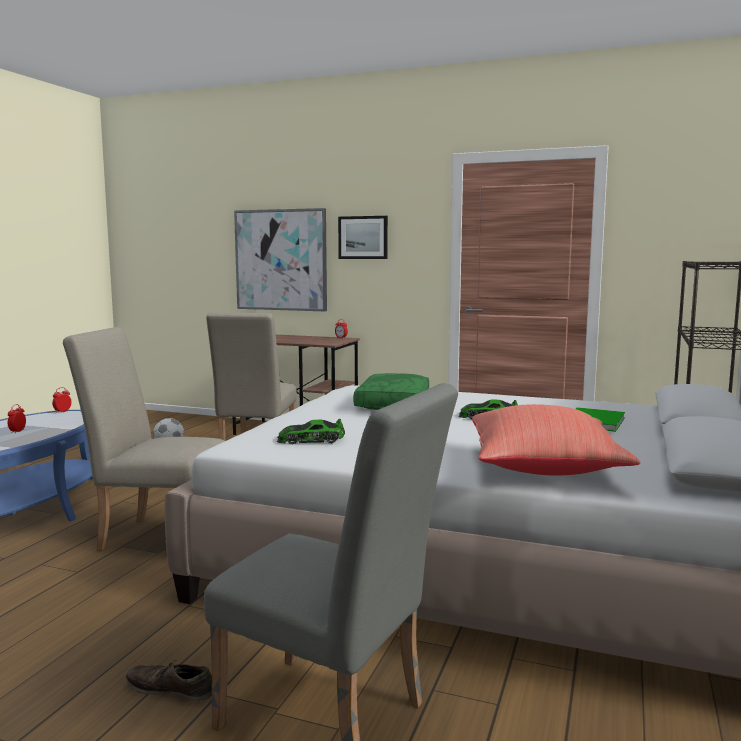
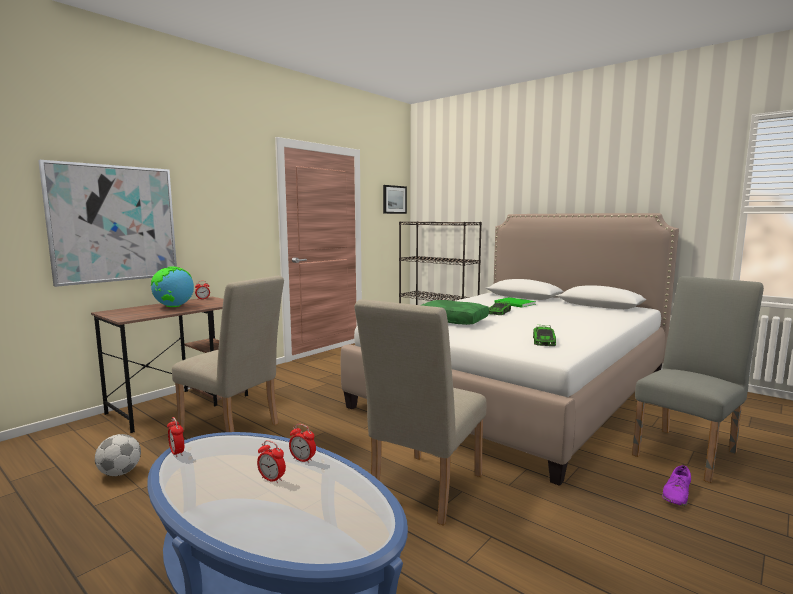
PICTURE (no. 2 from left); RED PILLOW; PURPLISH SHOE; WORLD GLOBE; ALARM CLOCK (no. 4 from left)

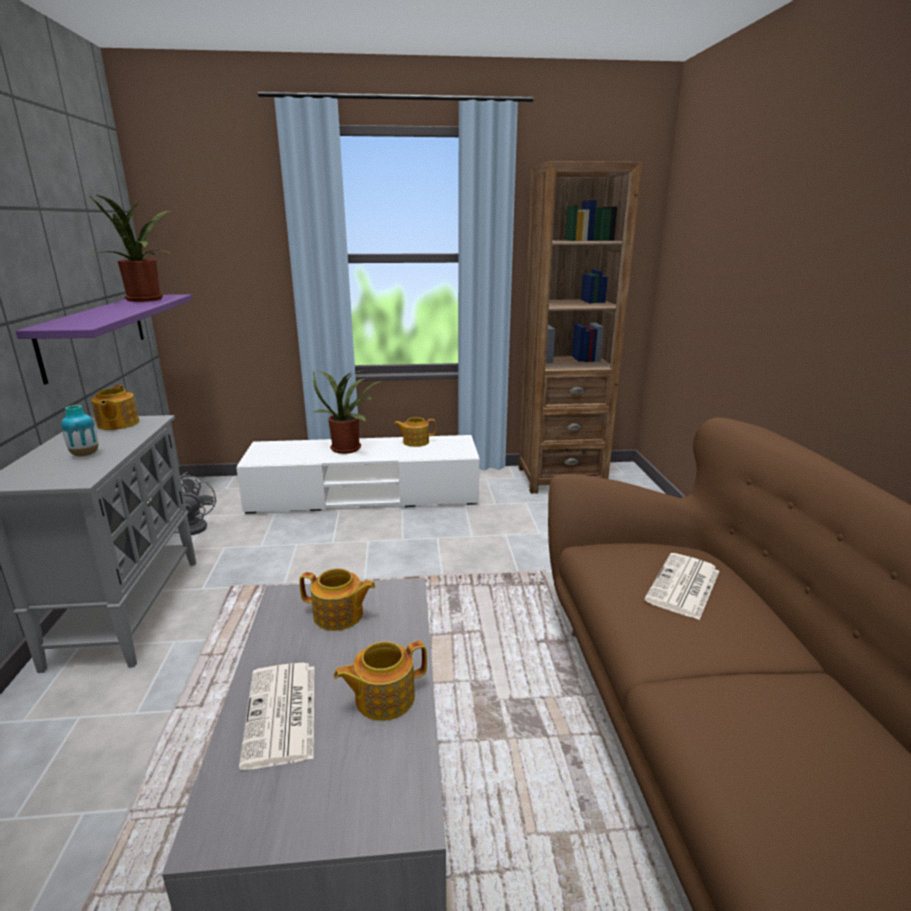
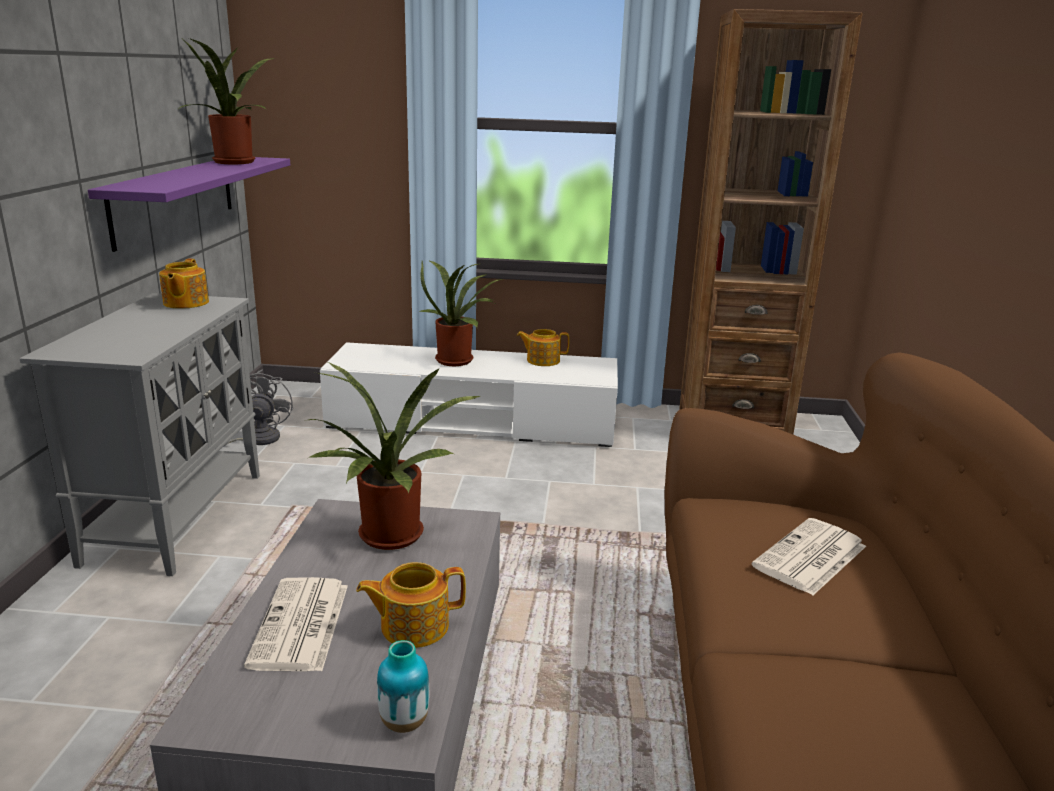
VASE; HOUSEPLANT (no. 2 from left)

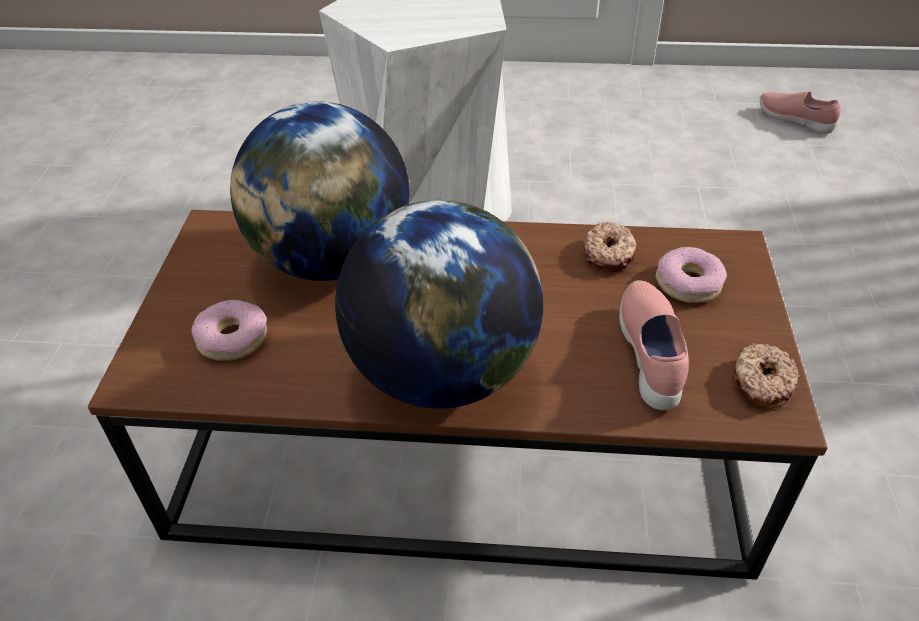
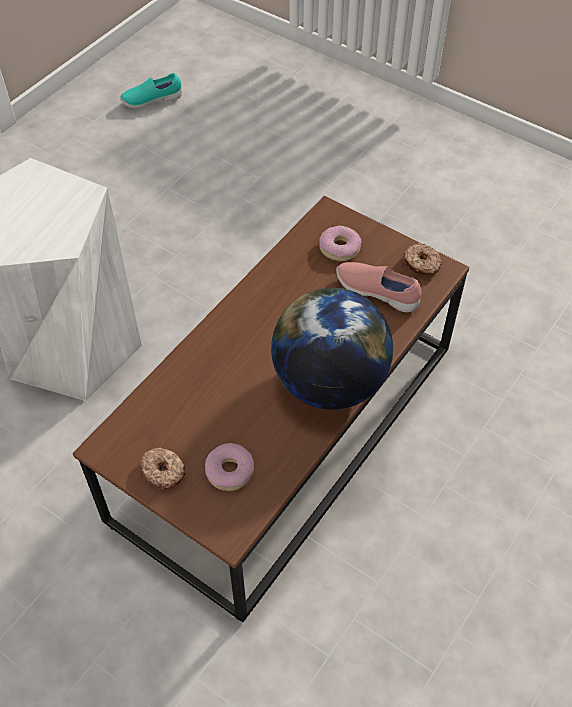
TURQUOISE SHOE; WORLD GLOBE (no. 1 from left in the first image); DOUGHNUT (no. 1 from left)

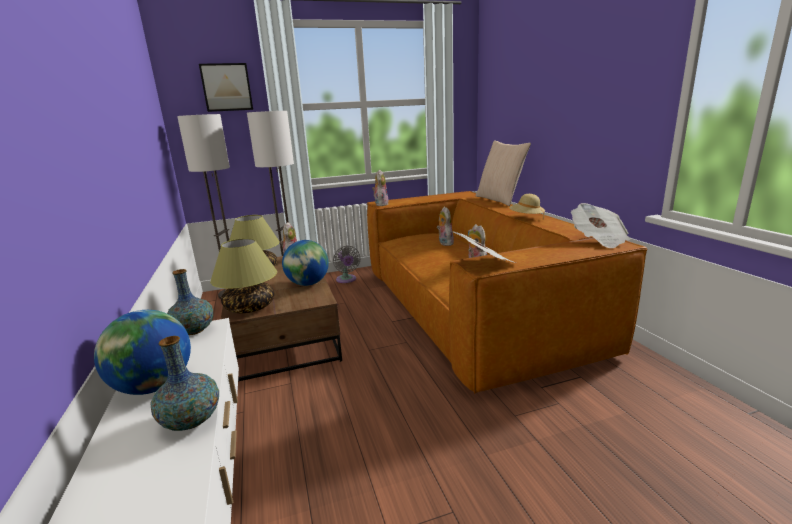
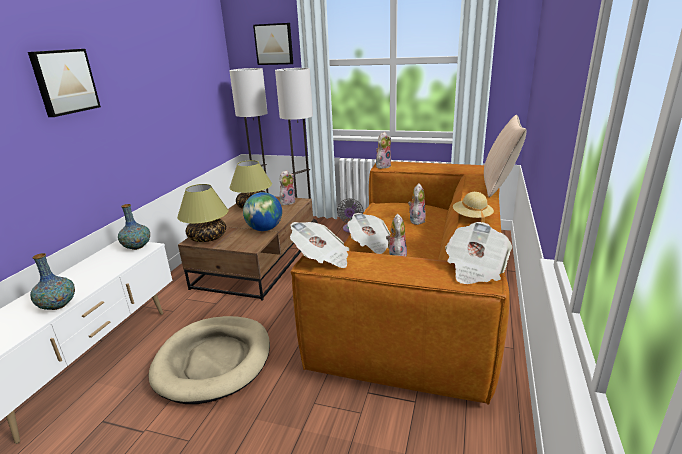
WORLD GLOBE (no. 1 from left in the first image); PICTURE (no. 1 from left); DAILY PAPER (no. 2 from left); SAND-COLOURED DOG CUSHION

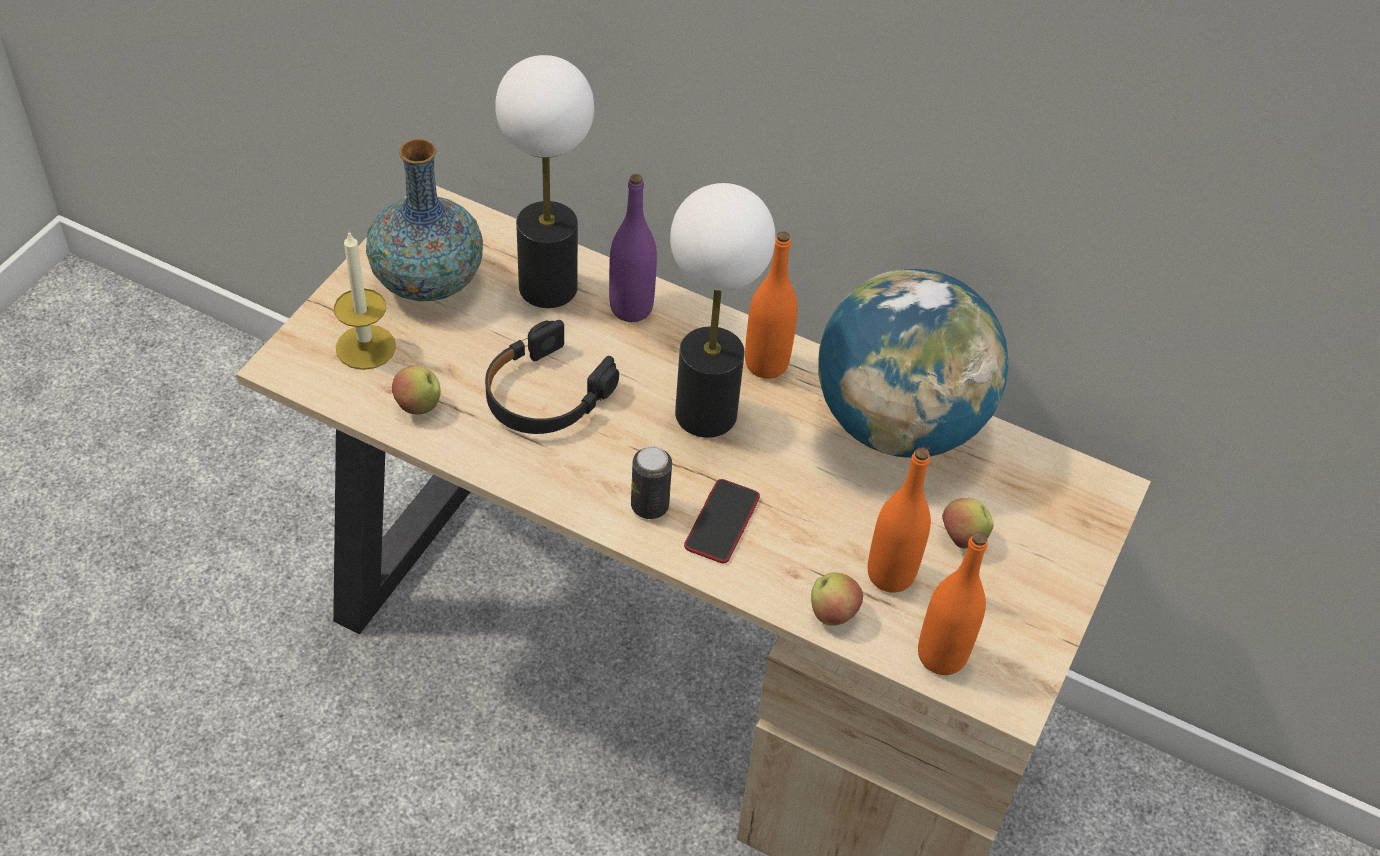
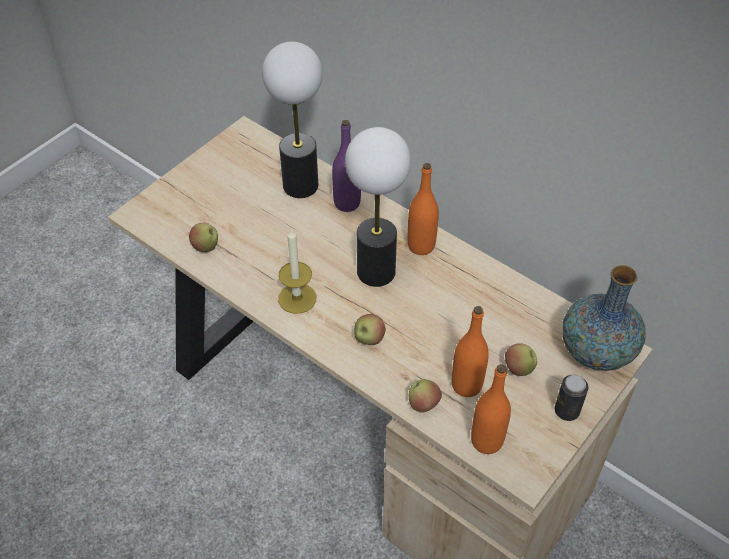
VASE; WAX CANDLE; WORLD GLOBE; BLACKISH PAIR OF HEADPHONES; CAN; WHOLE APPLE (no. 2 from left)

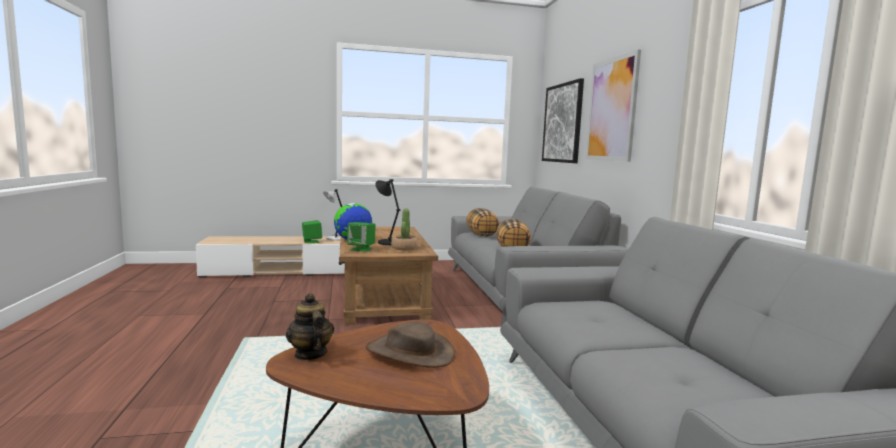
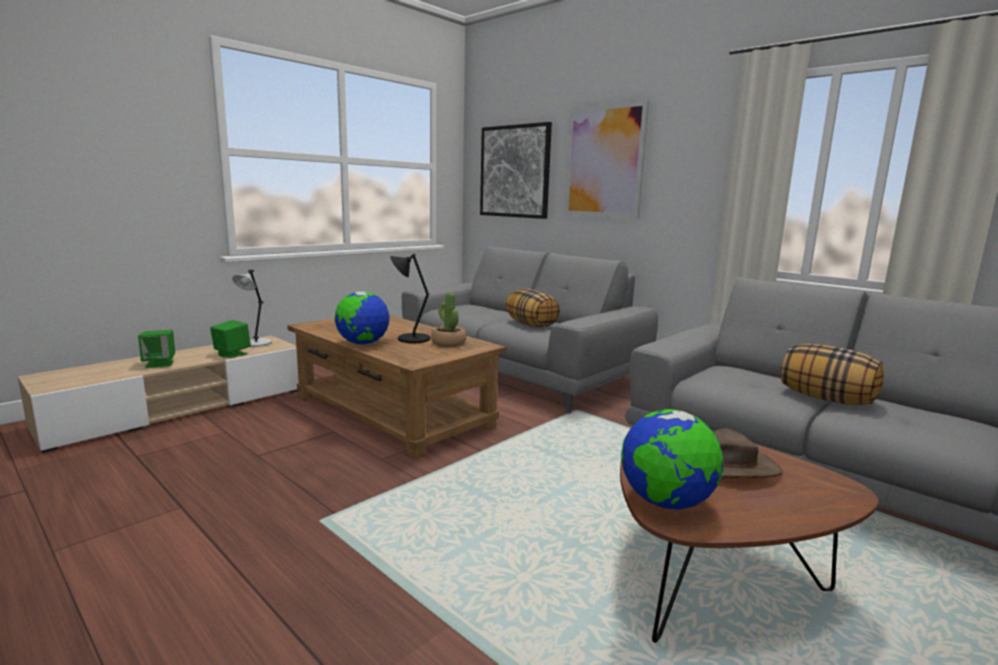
PILLOW (no. 2 from left); GREENISH SPEAKER (no. 1 from left); WORLD GLOBE (no. 2 from left)

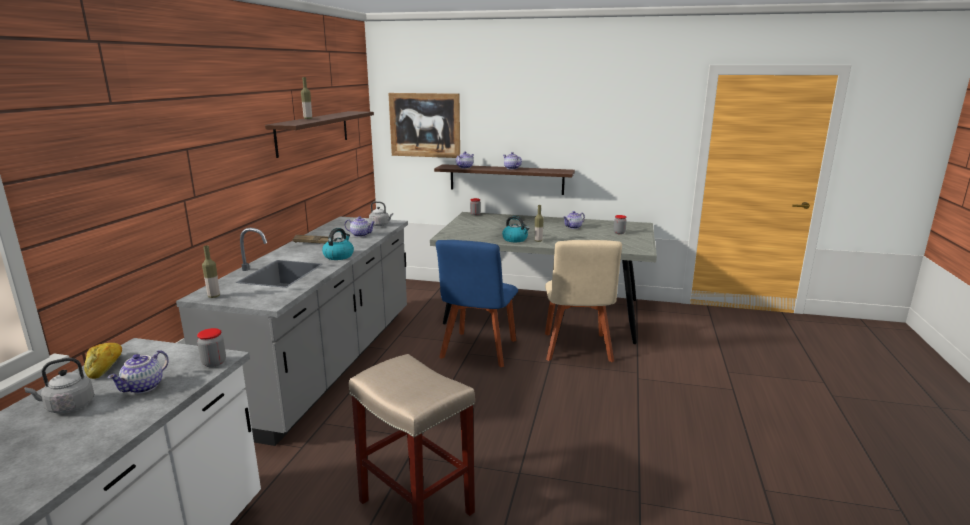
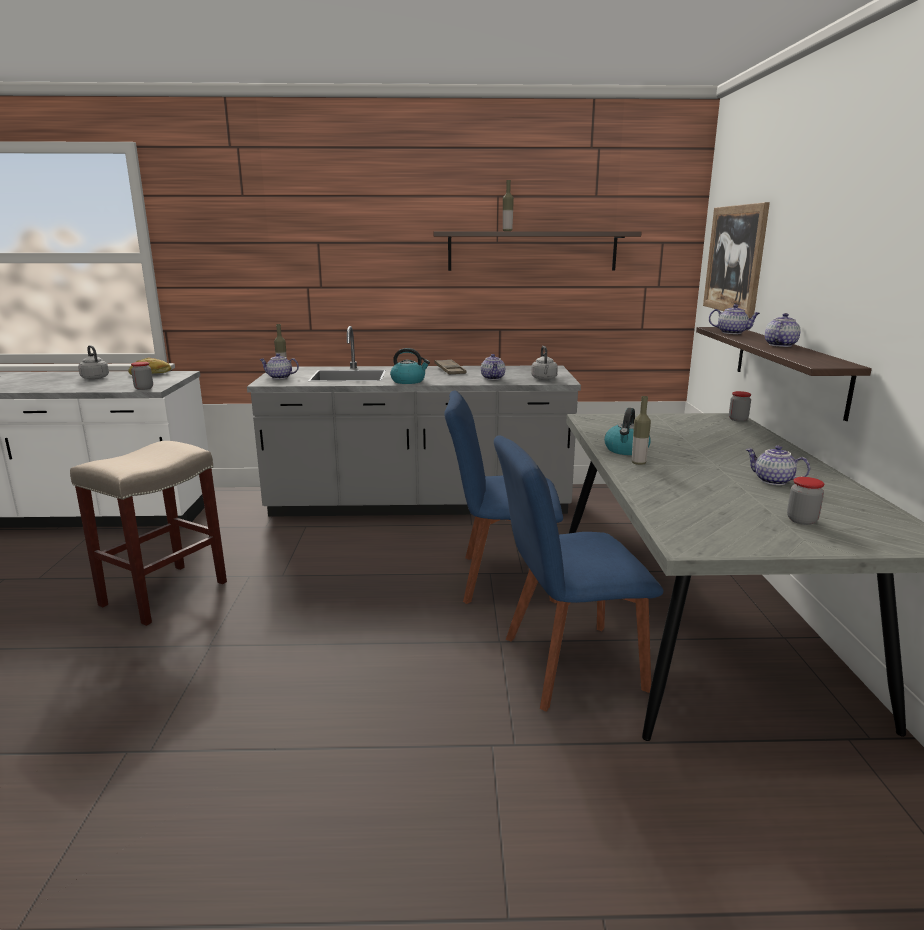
BLUISH UPRIGHT CHAIR (no. 2 from left); TEAPOT (no. 1 from left)

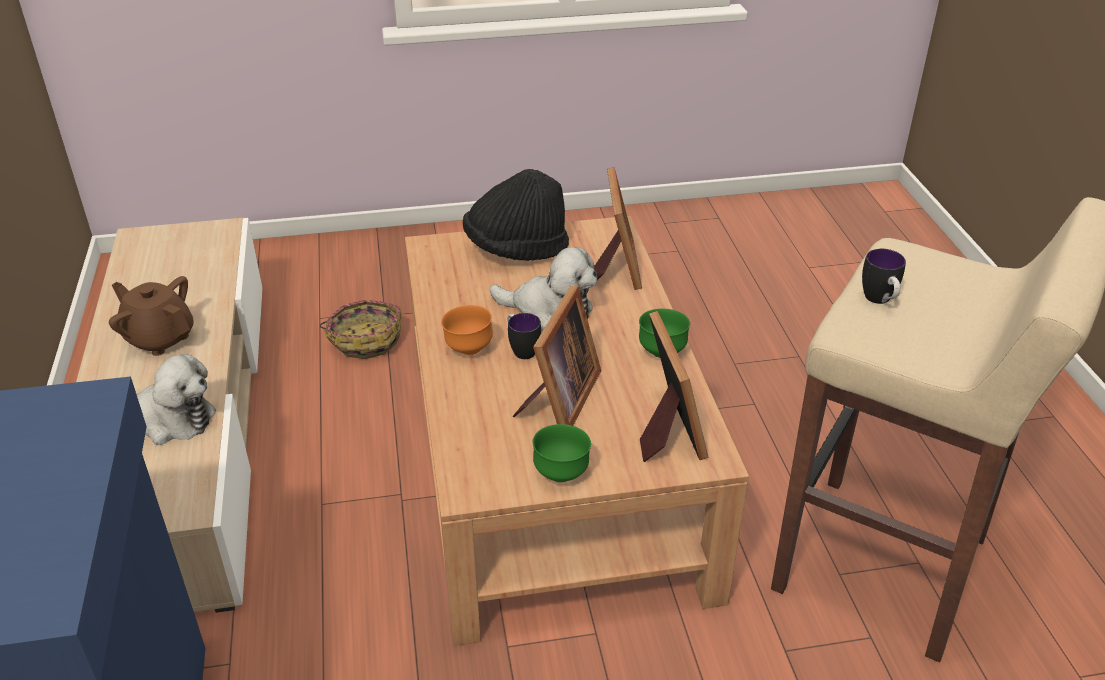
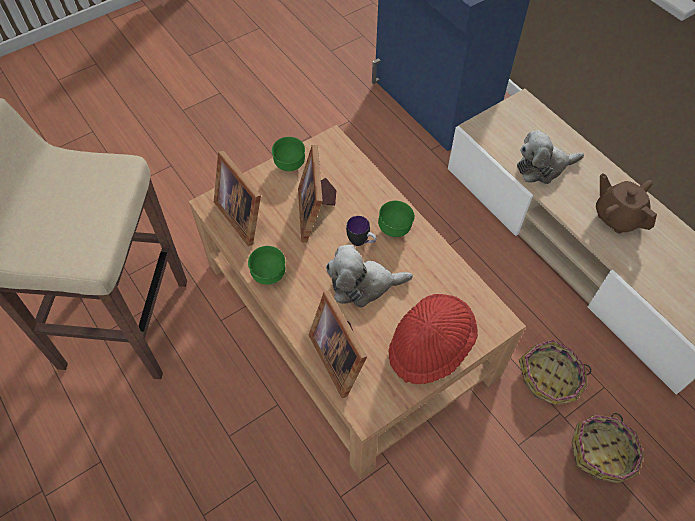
RED HAT; COFFEE MUG (no. 2 from left in the first image); BROWNISH TEAPOT; GREENISH DEEP DISH (no. 3 from left); STORAGE BASKET (no. 2 from left)

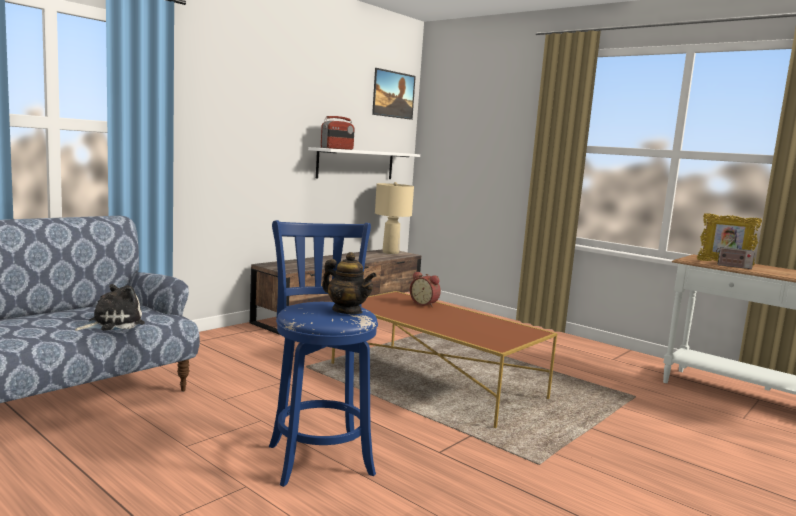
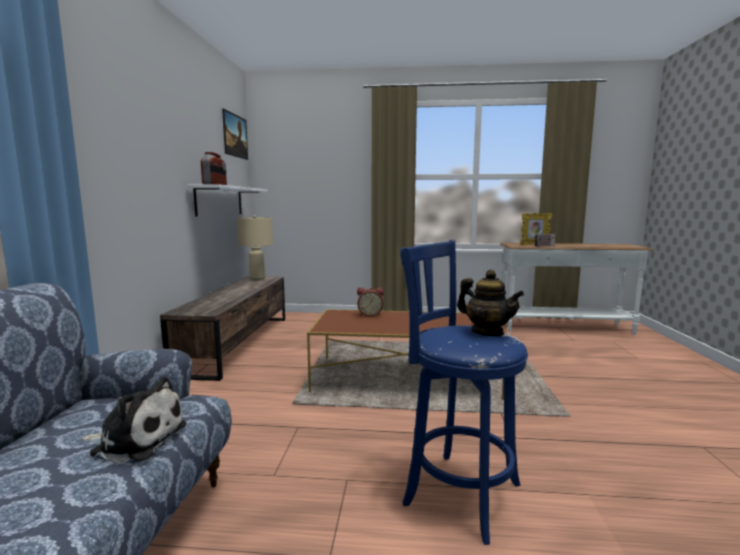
TEAPOT; SOFT TOY

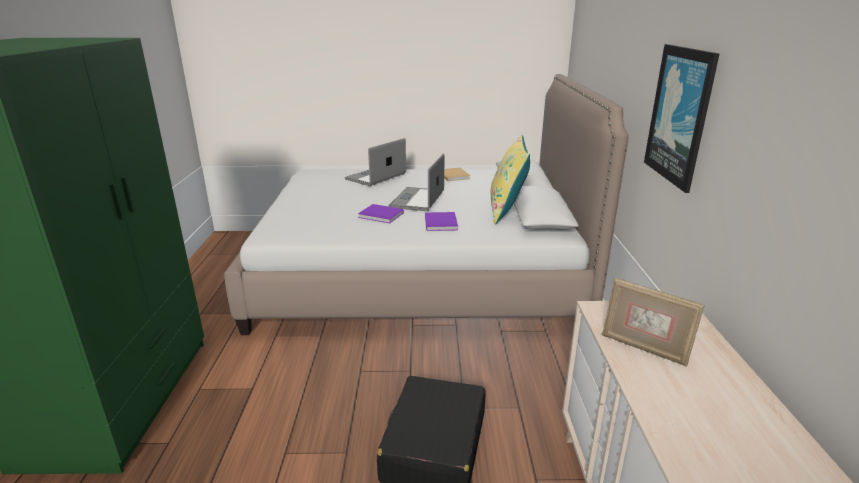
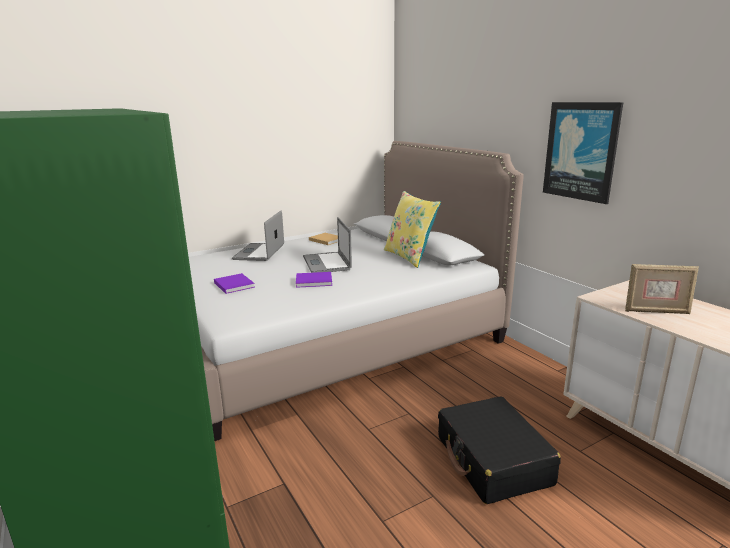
PURPLISH BOOK (no. 1 from left)

